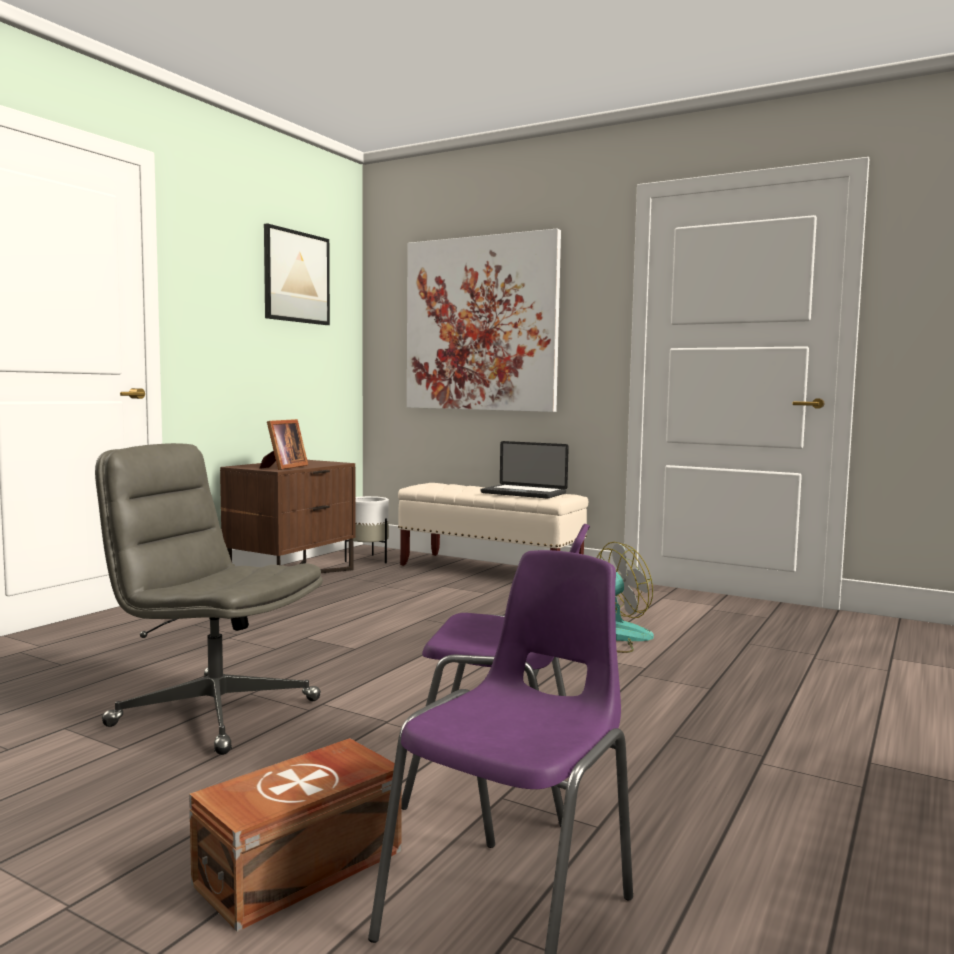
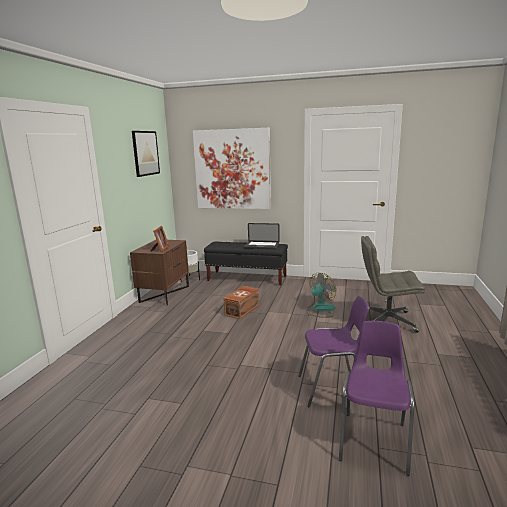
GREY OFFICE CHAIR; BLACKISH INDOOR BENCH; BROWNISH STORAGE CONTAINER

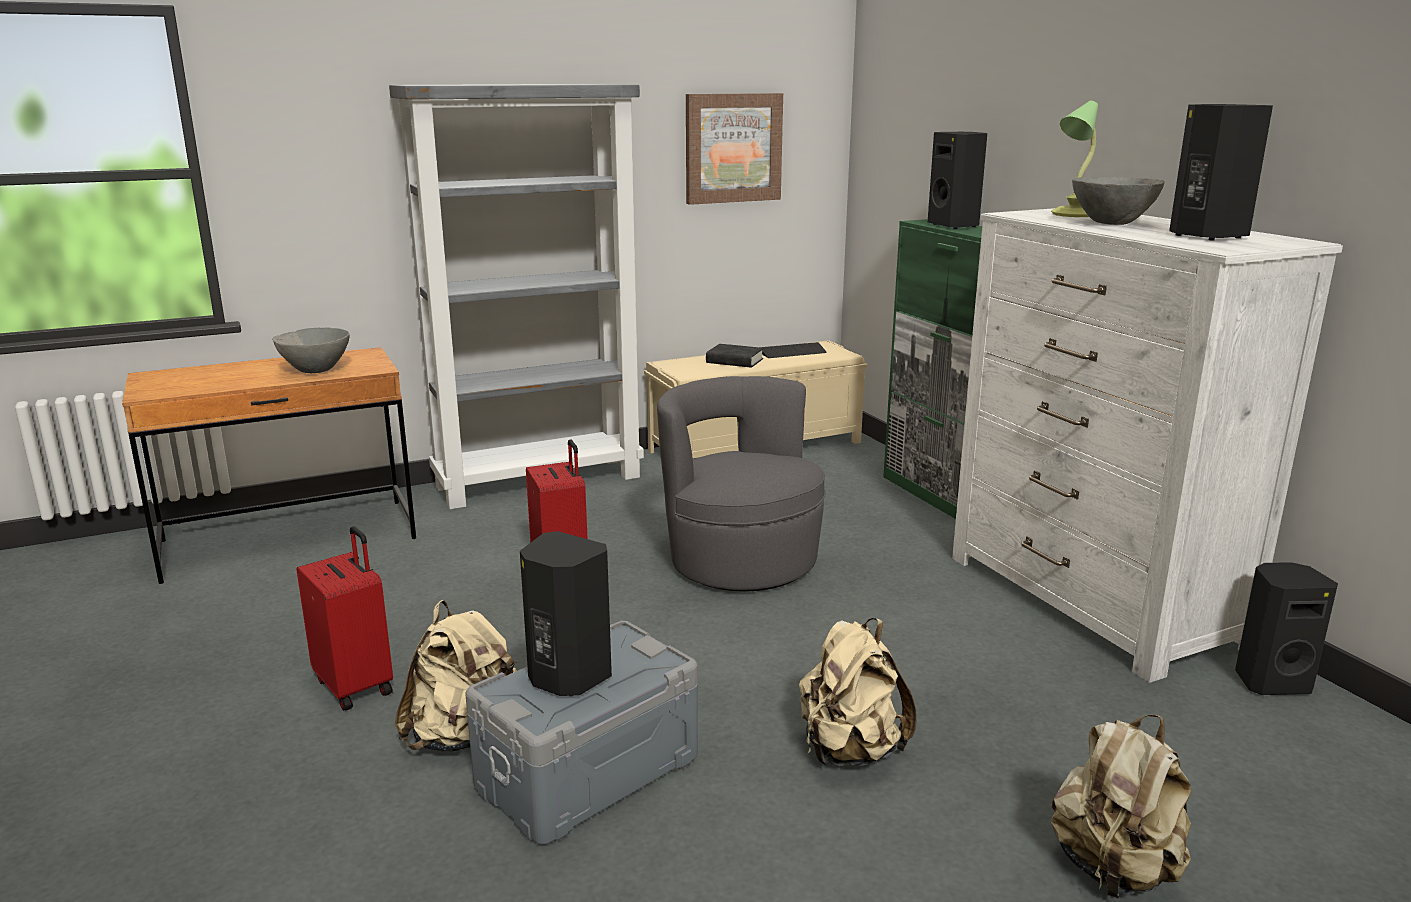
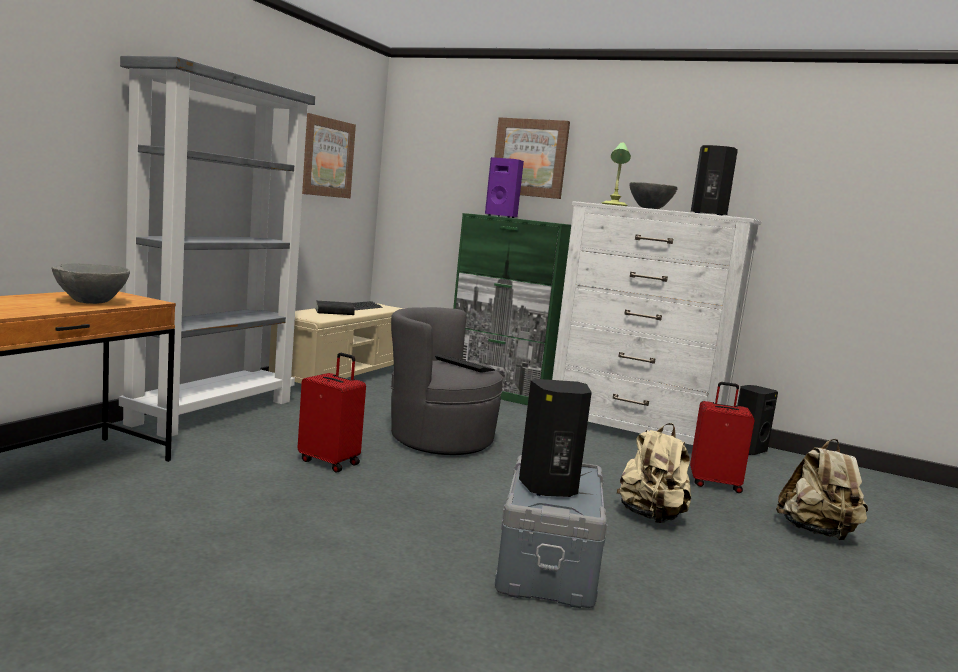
PURPLISH SPEAKER; RED SUITCASE (no. 2 from left); SAND-COLOURED KNAPSACK (no. 1 from left in the first image); PICTURE (no. 2 from left); PC KEYBOARD (no. 2 from left)

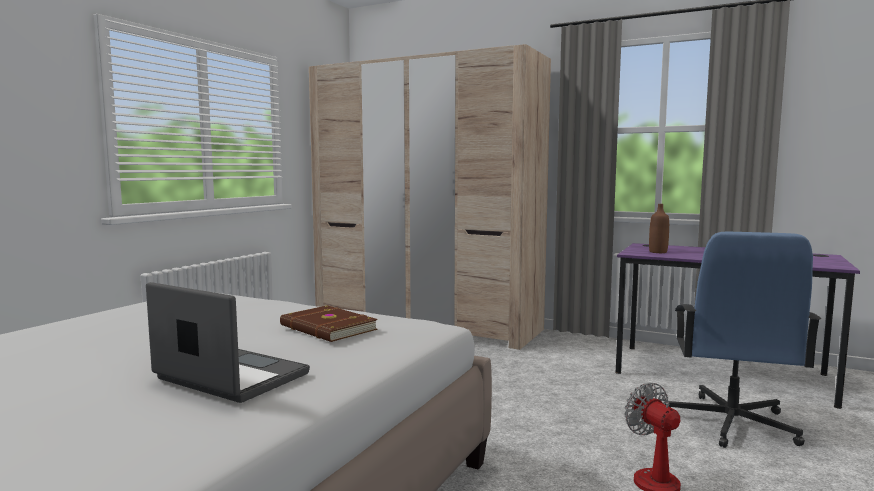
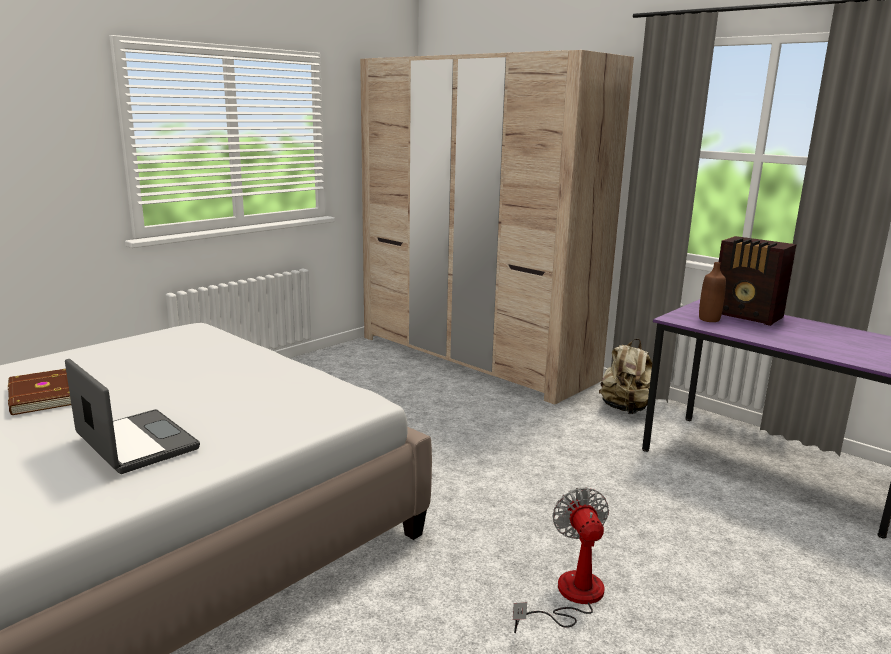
BLUISH OFFICE CHAIR; BROWNISH BOOK; RADIO RECEIVER; SAND-COLOURED KNAPSACK

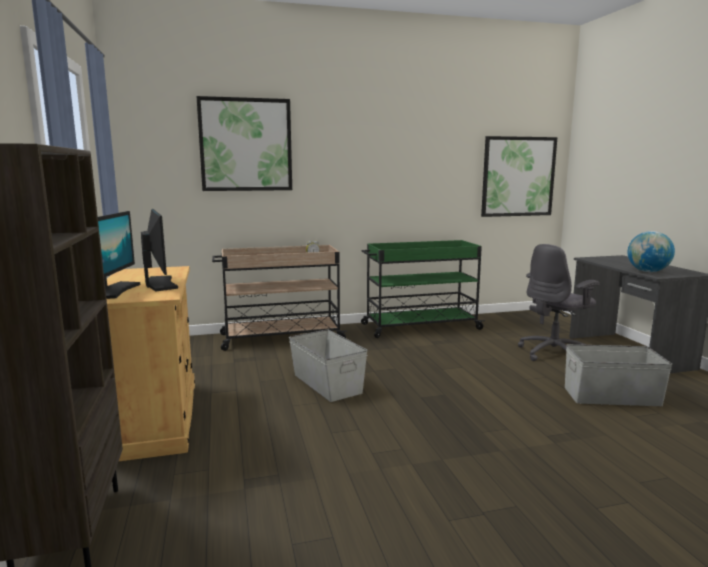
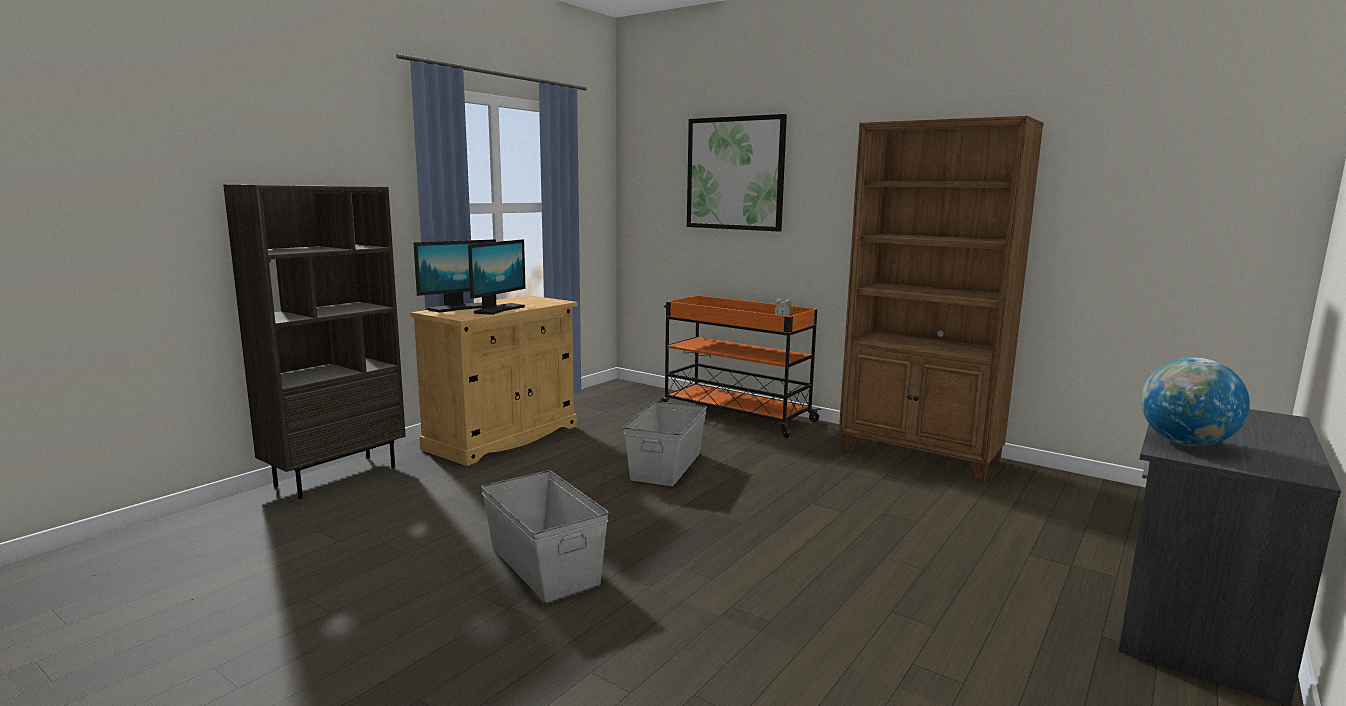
PICTURE (no. 2 from left in the first image); BROWNISH BOOKCASE (no. 2 from left); GREY OFFICE CHAIR; ORANGE TROLLEY; GREY STORAGE CONTAINER (no. 1 from left)

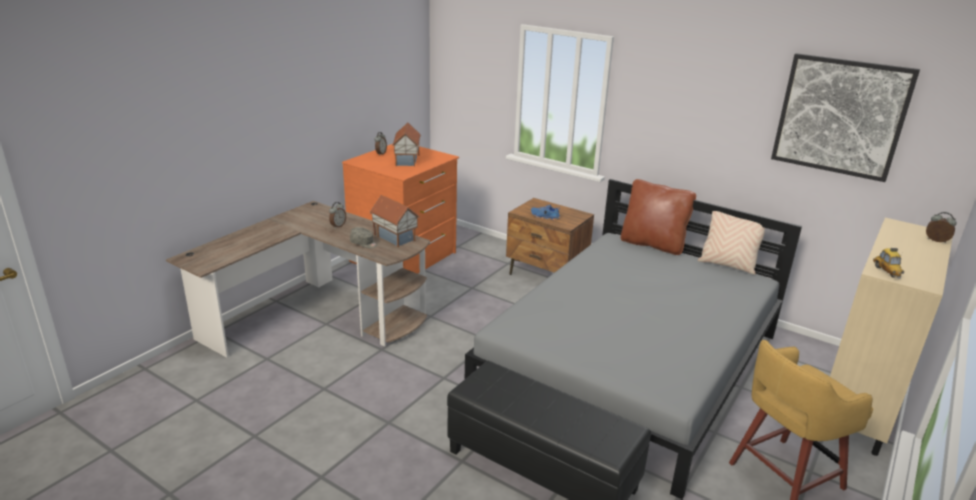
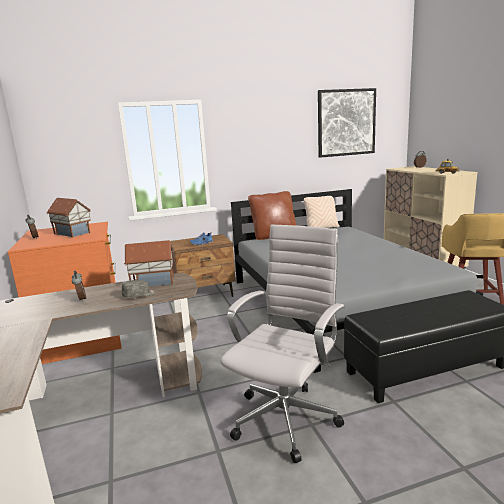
WHITE-COLOURED OFFICE CHAIR

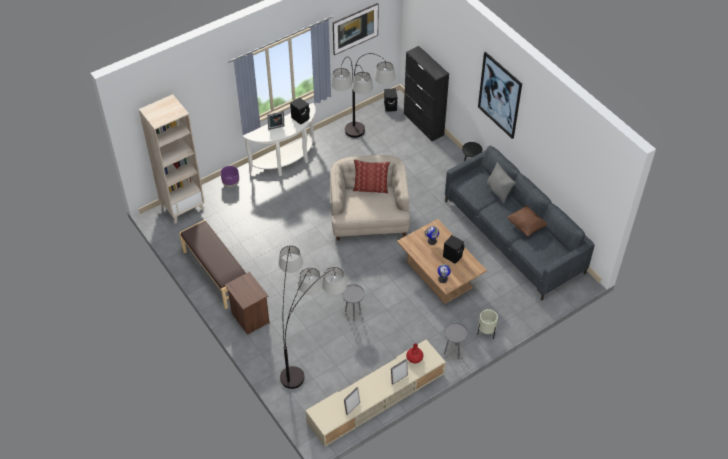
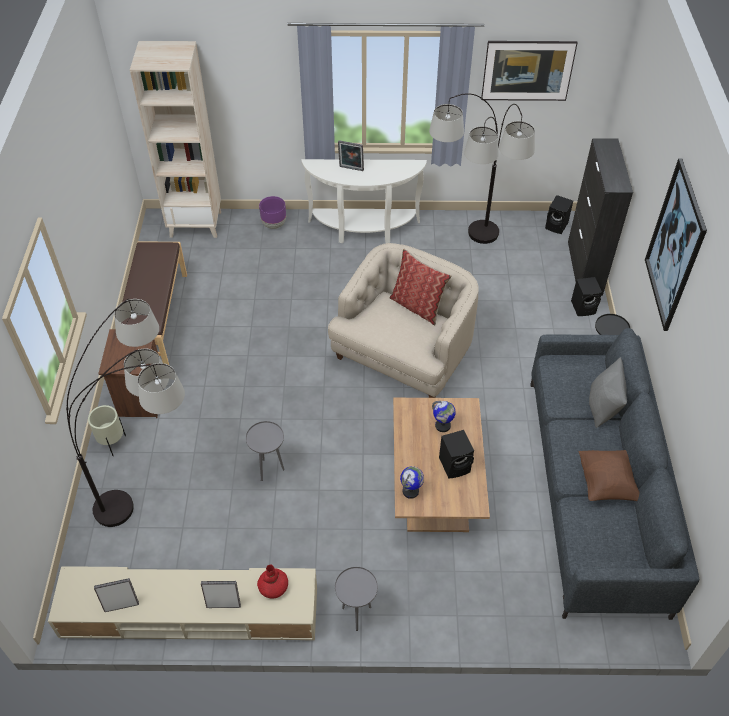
BLACKISH SPEAKER (no. 3 from left); SAND-COLOURED PLANT POT

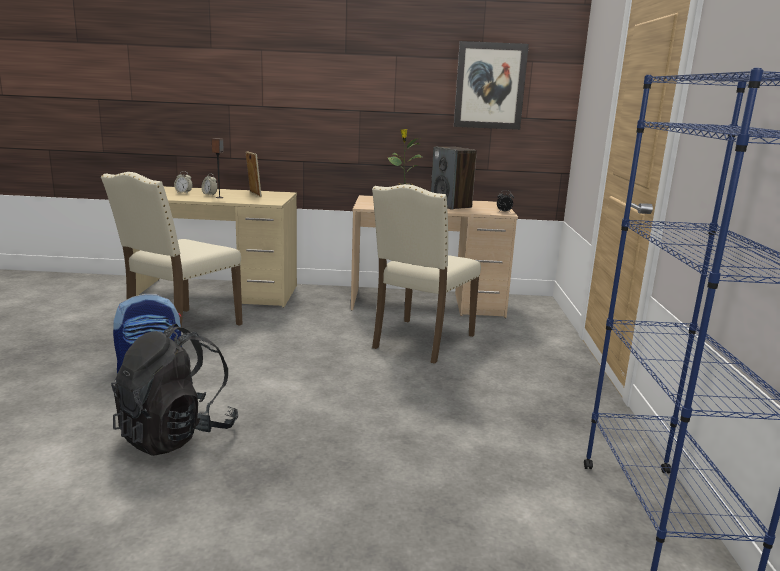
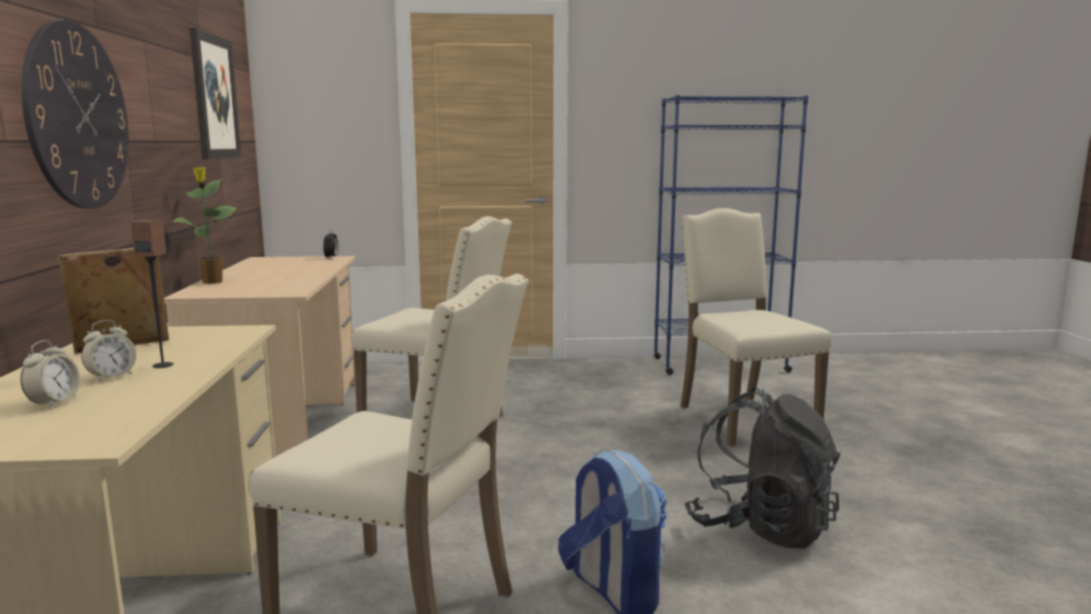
SPEAKER (no. 2 from left in the first image); HANGING CLOCK; SAND-COLOURED UPRIGHT CHAIR (no. 3 from left)

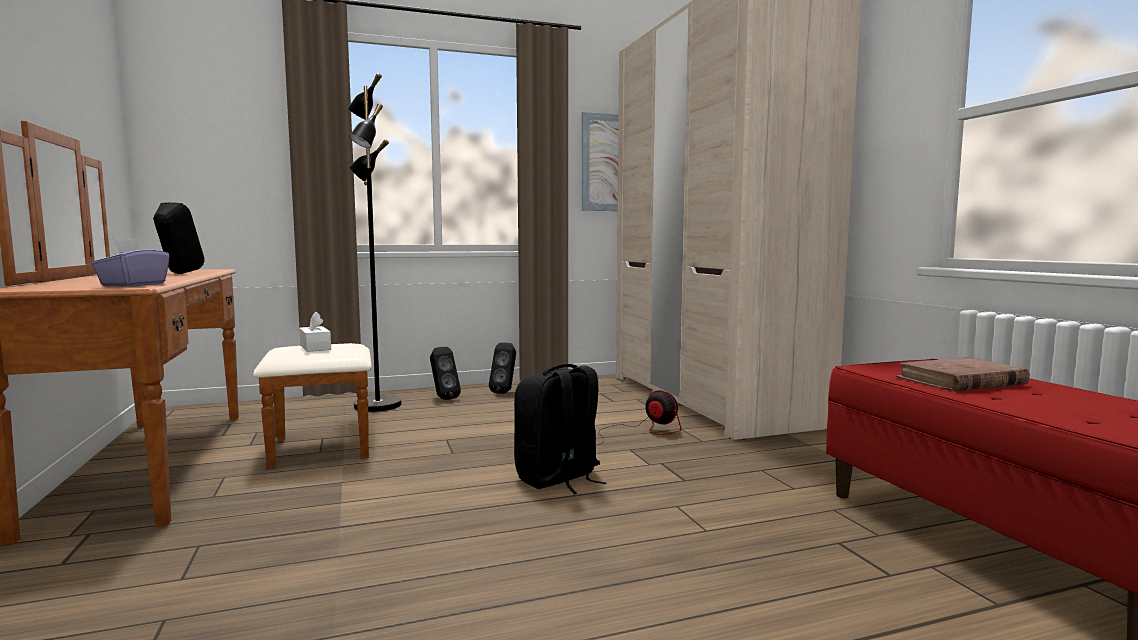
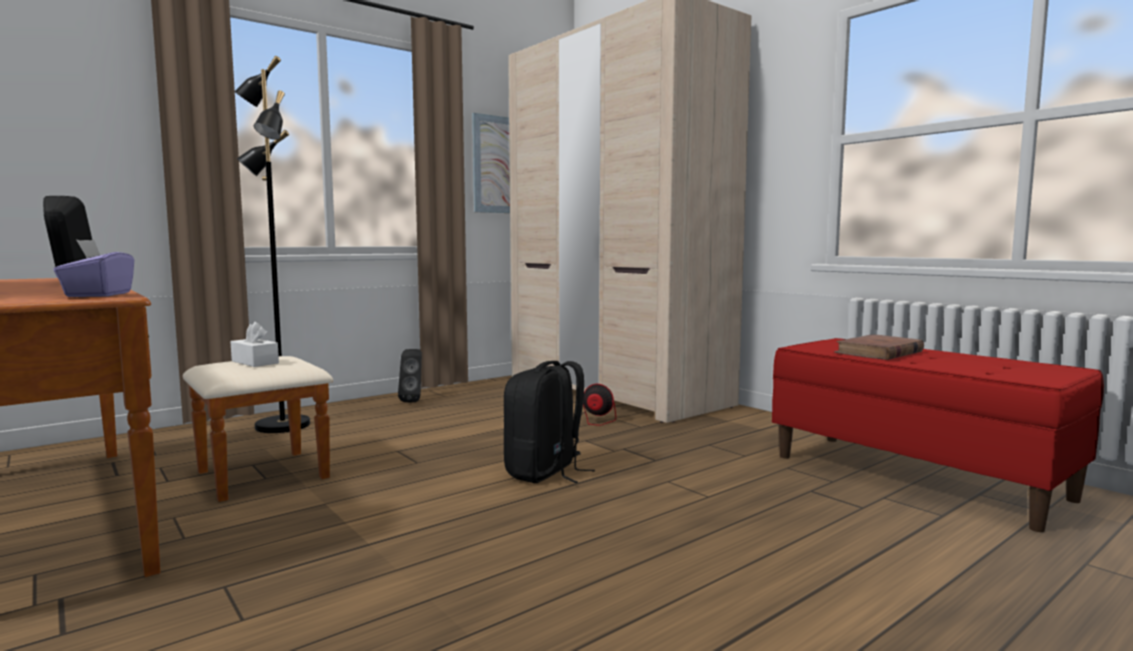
BLACKISH SPEAKER (no. 2 from left in the first image)

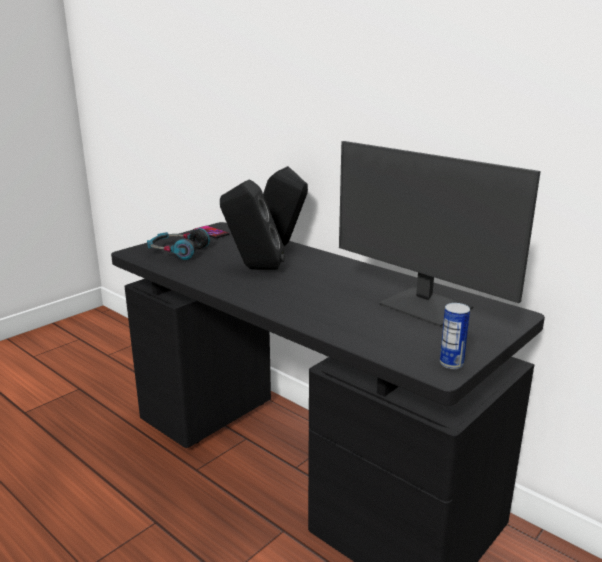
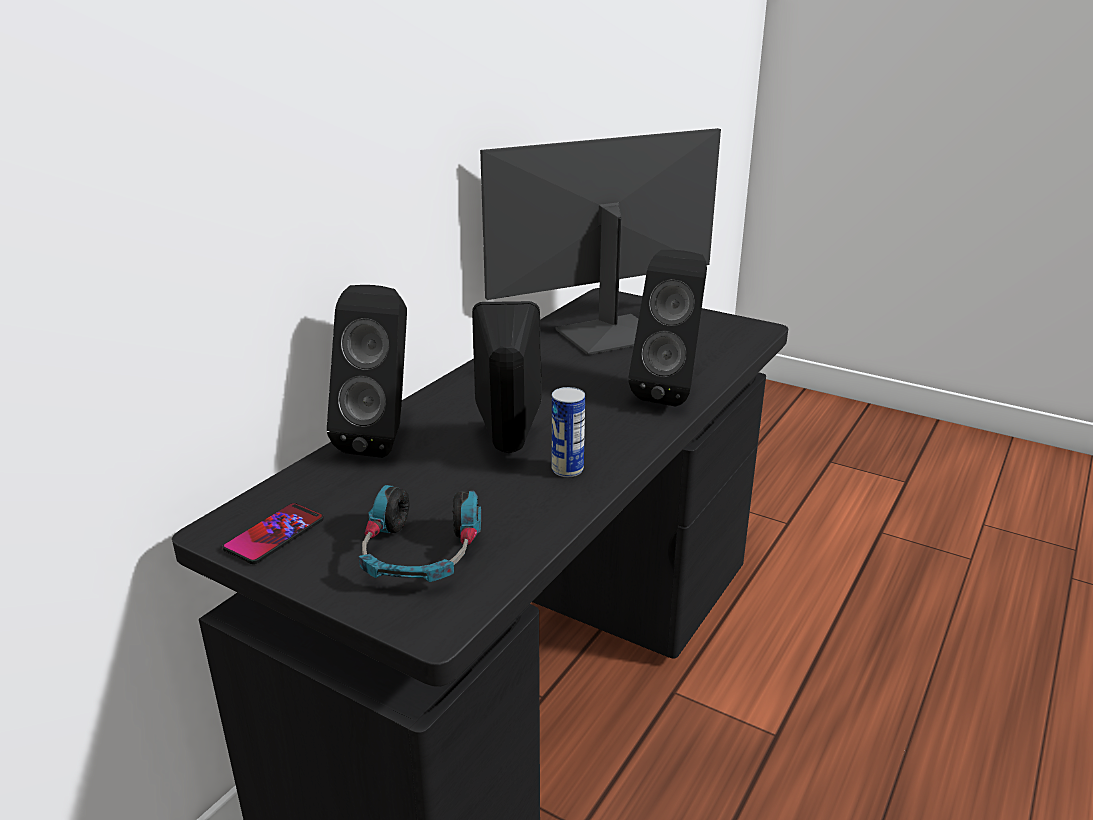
MONITOR; CAN; BLACKISH SPEAKER (no. 3 from left)

